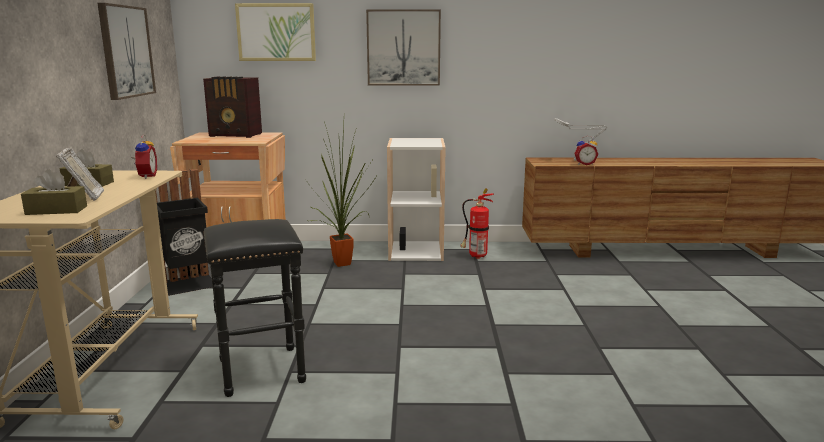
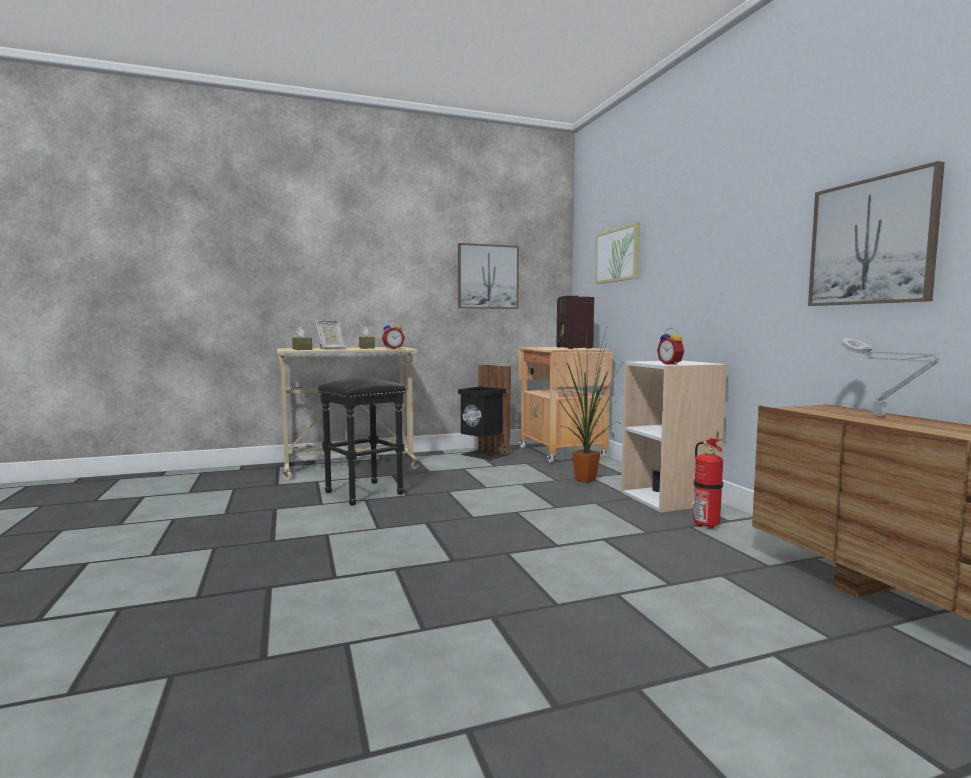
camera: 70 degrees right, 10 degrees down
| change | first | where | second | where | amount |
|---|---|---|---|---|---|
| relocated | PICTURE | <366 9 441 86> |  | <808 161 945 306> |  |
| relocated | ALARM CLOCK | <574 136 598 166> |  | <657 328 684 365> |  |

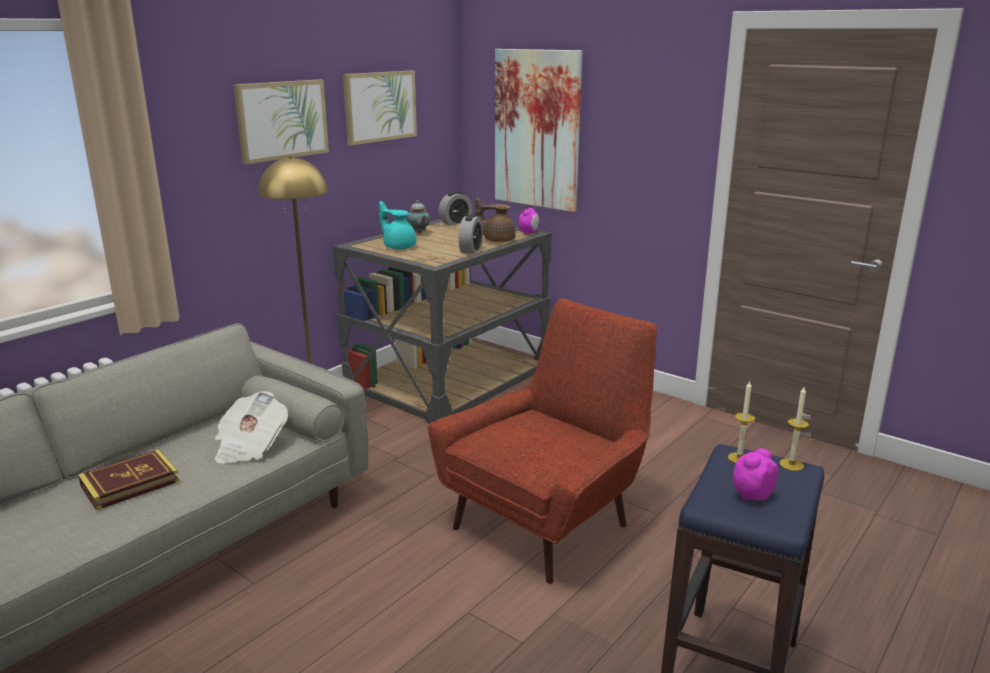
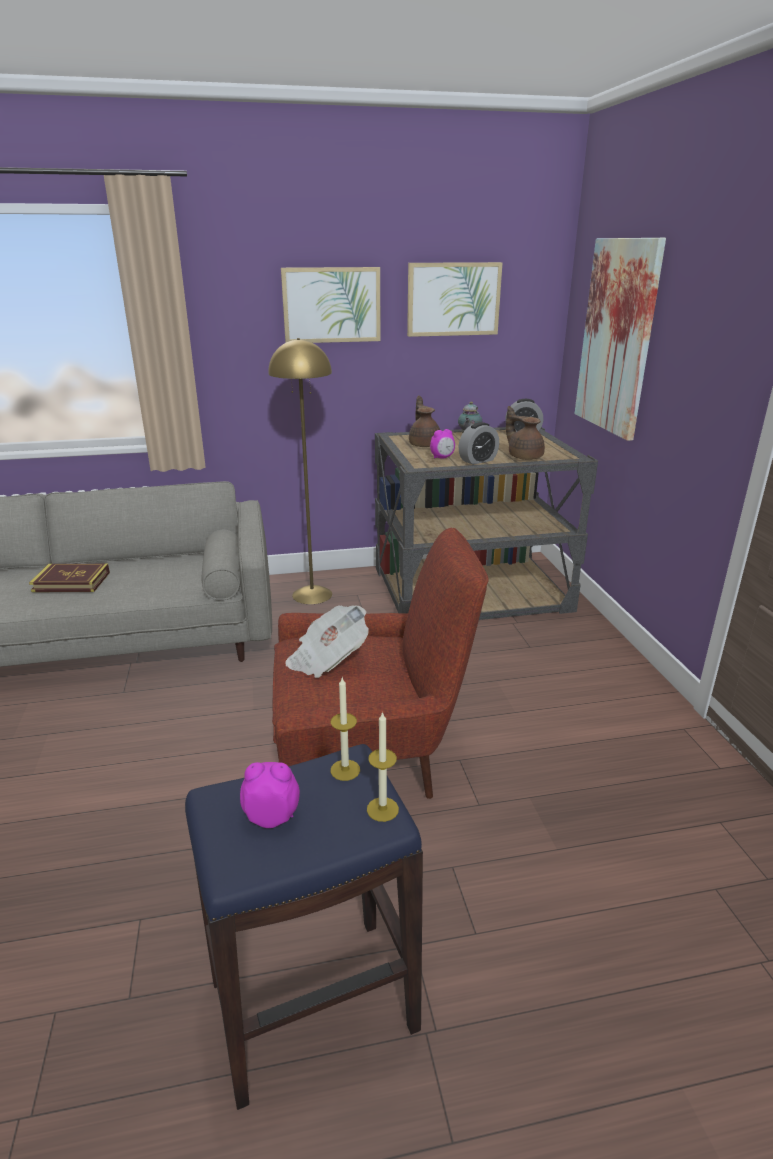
camera: 40 degrees right, 5 degrees up
| change | first | where | second | where | amount |
|---|---|---|---|---|---|
| relocated | NEWSPAPER | <215 391 288 464> |  | <285 605 369 678> |  |
| colour | TURQUOISE TEAPOT | <379 201 417 249> | BROWN TEAPOT | <409 396 440 447> |  |
| relocated | ALARM CLOCK | <519 208 539 235> |  | <430 429 455 459> |  |

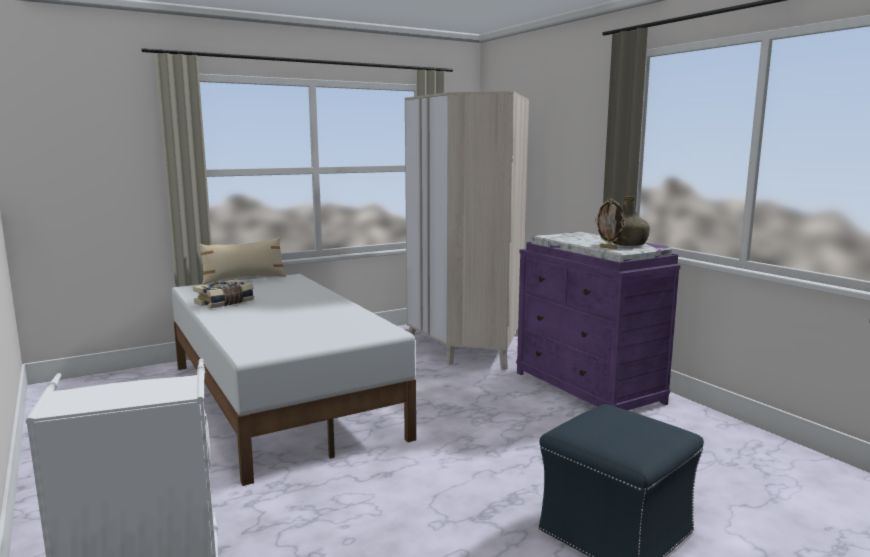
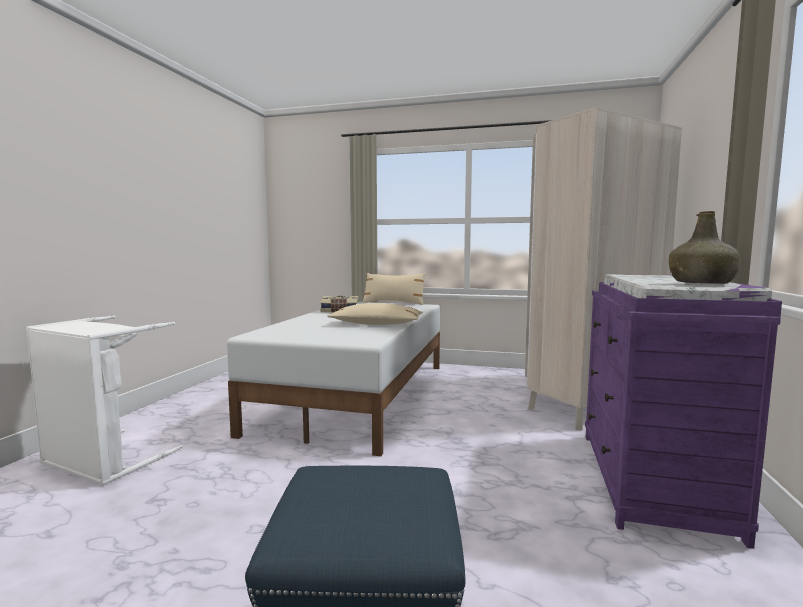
camera: 45 degrees right, 5 degrees down
| change | first | where | second | where | amount |
|---|---|---|---|---|---|
| missing | PICTURE FRAME | <595 198 626 249> |  |  |  |
| appeared |  |  | BEIGE PILLOW | <327 303 423 325> |  |

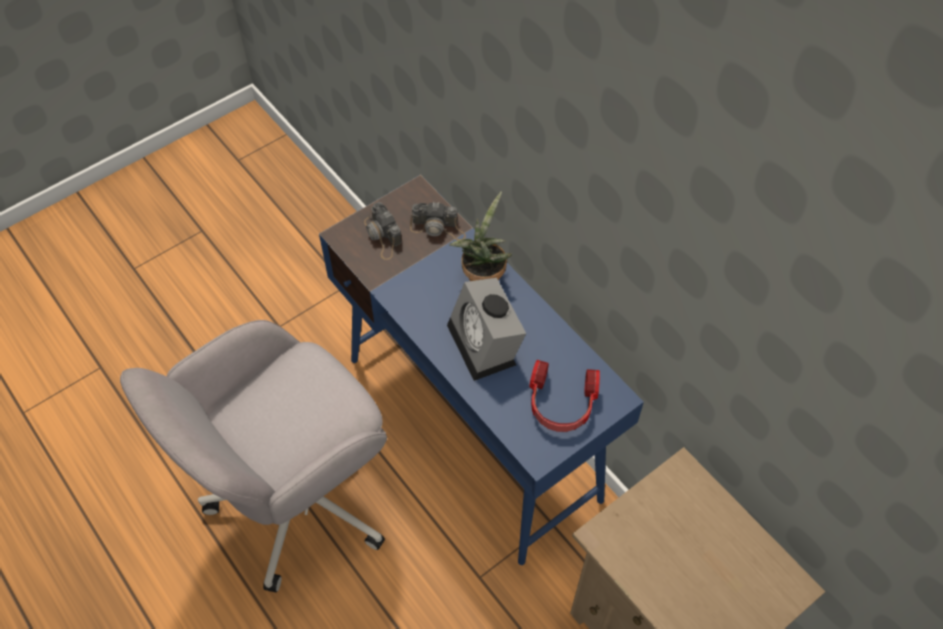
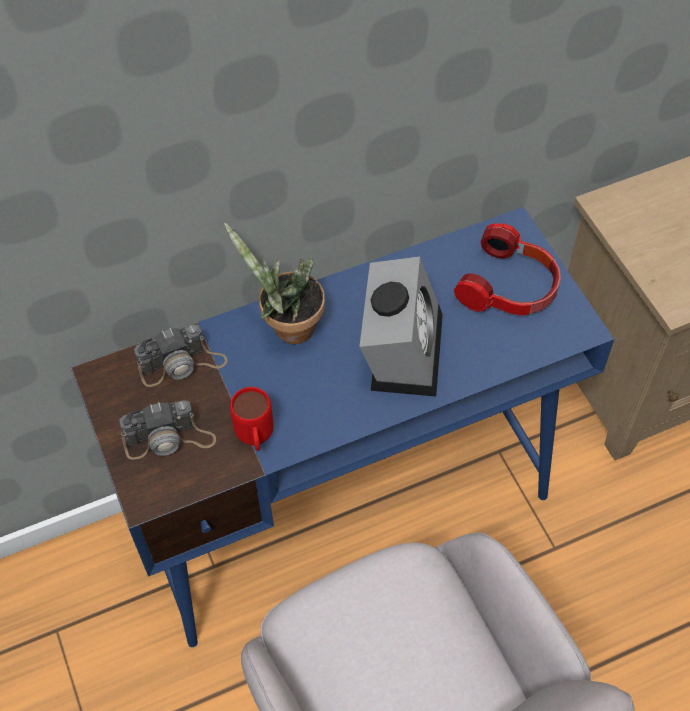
camera: 75 degrees left, 0 degrees up
| change | first | where | second | where | amount |
|---|---|---|---|---|---|
| spun | PHOTO CAMERA | <410 202 466 241> |  | <134 325 228 387> | 45 degrees clockwise |
| spun | ALARM CLOCK | <447 278 526 381> |  | <359 257 443 397> | 75 degrees counterclockwise |
| appeared |  |  | RED MUG | <230 387 274 451> |  |

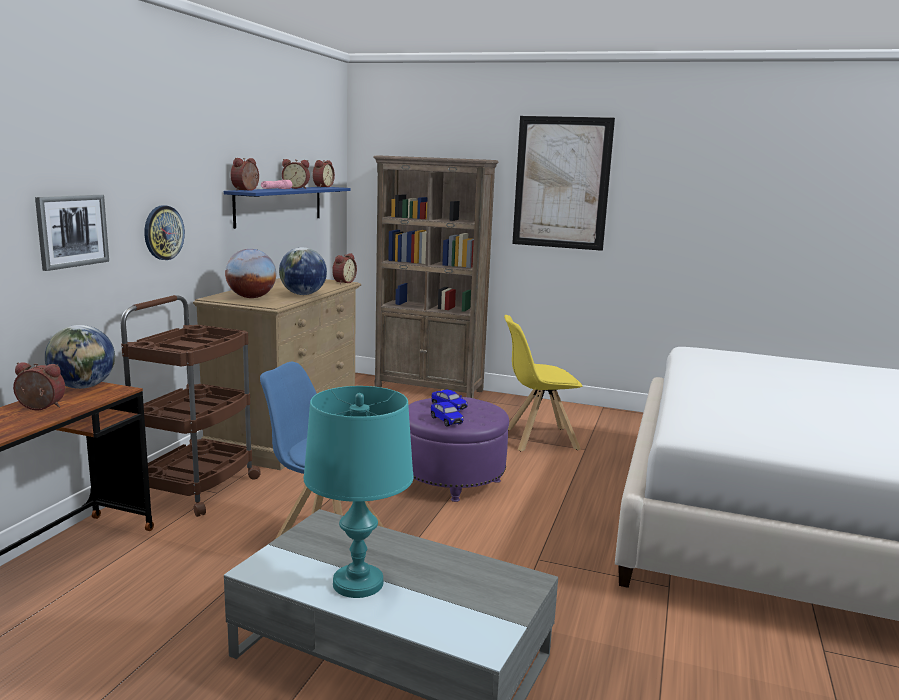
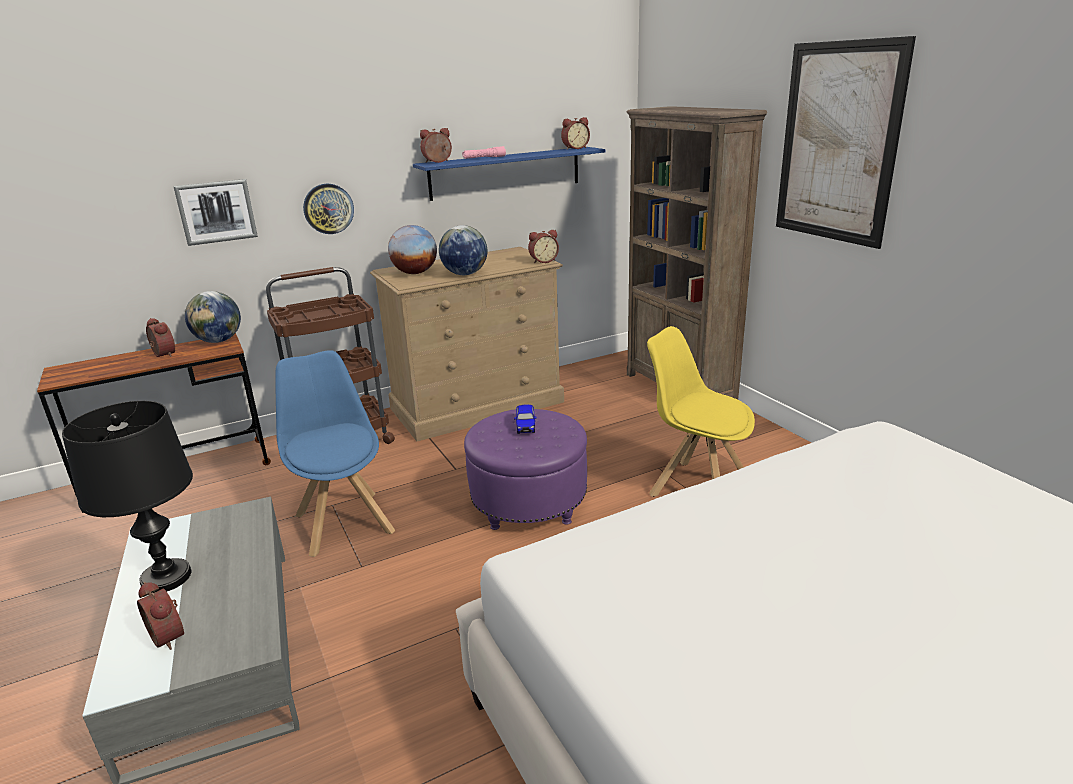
camera: 45 degrees right, 10 degrees up
| change | first | where | second | where | amount |
|---|---|---|---|---|---|
| relocated | ALARM CLOCK | <282 159 310 189> |  | <137 582 184 650> |  |
| colour | TURQUOISE TABLE LAMP | <304 386 414 598> | BLACK TABLE LAMP | <62 401 193 593> |  |
| missing | TOY CAR | <431 402 463 427> |  |  |  |

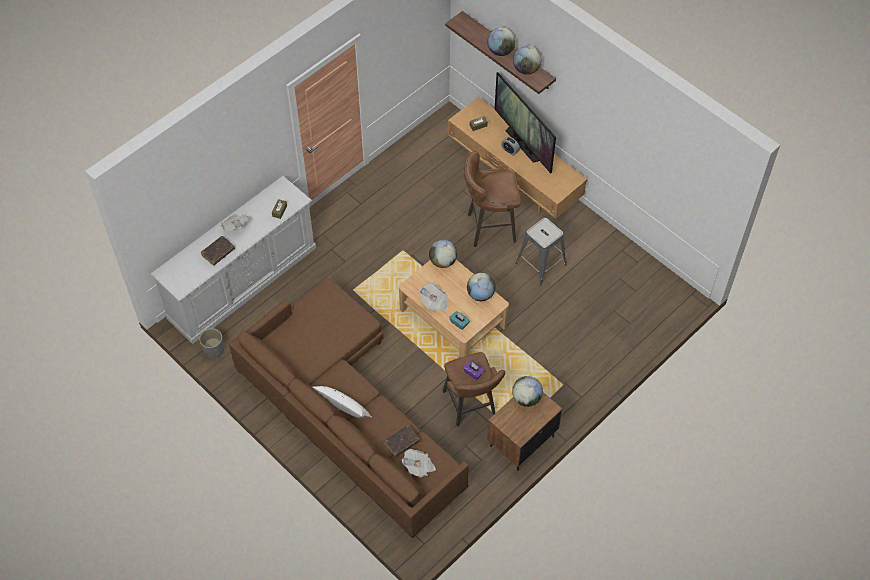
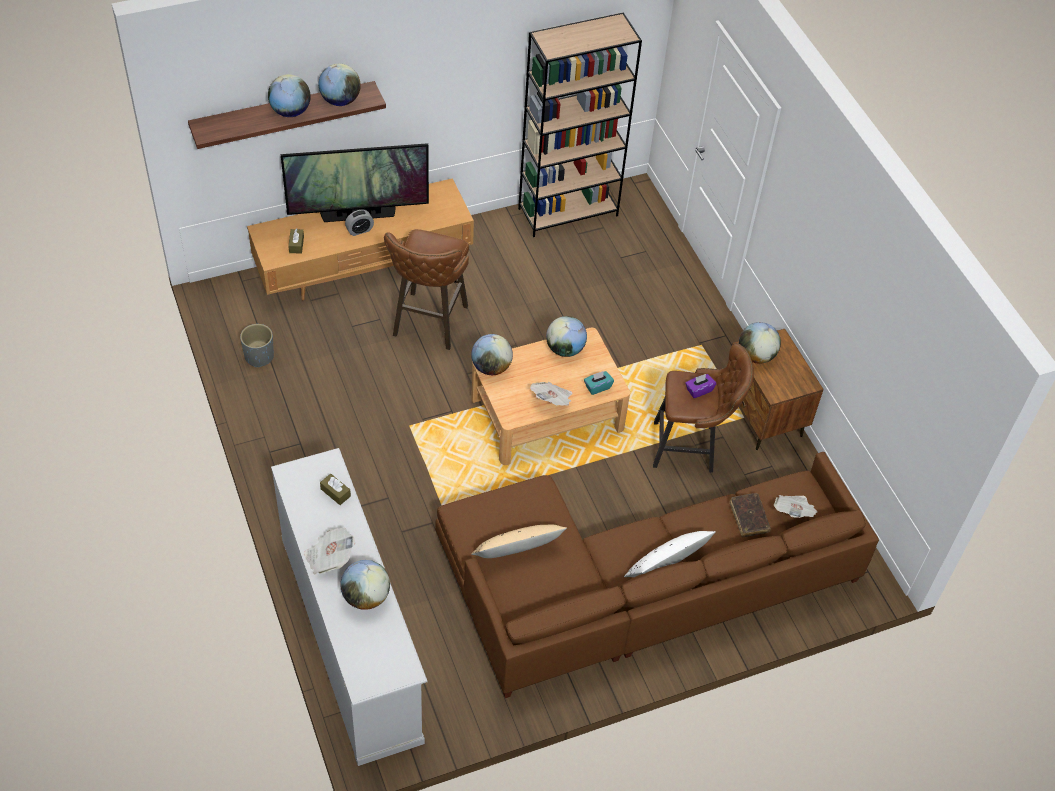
camera: 70 degrees left, 5 degrees down
| change | first | where | second | where | amount |
|---|---|---|---|---|---|
| relocated | GREY PLANTER | <199 328 224 358> |  | <240 324 274 368> |  |
| exchanged | BROWN BOOK | <201 236 235 266> | GLOBE | <340 560 390 610> |  |
| missing | GREY STOOL | <515 218 567 285> |  |  |  |
| appeared |  |  | BEIGE PILLOW | <471 525 567 558> |  |
| appeared |  |  | BEIGE BOOKCASE | <518 13 642 237> |  |

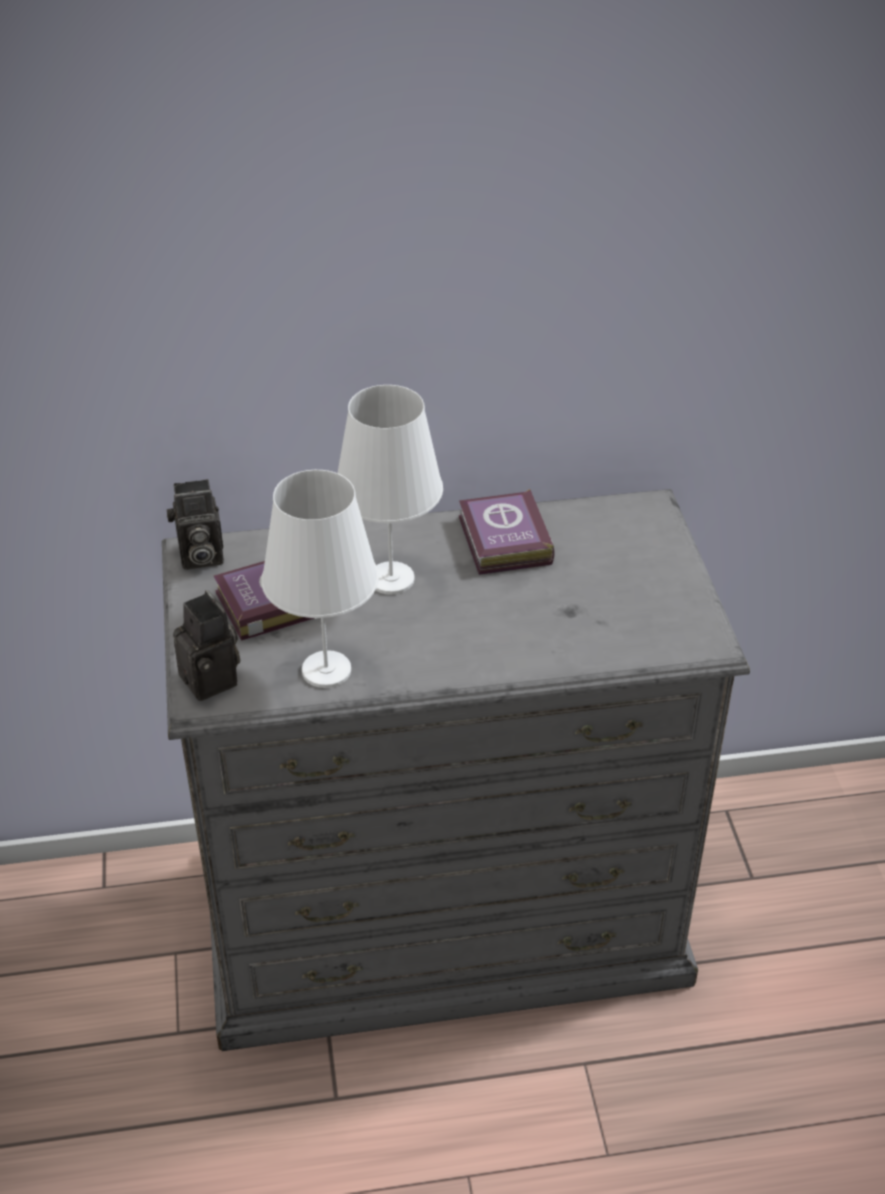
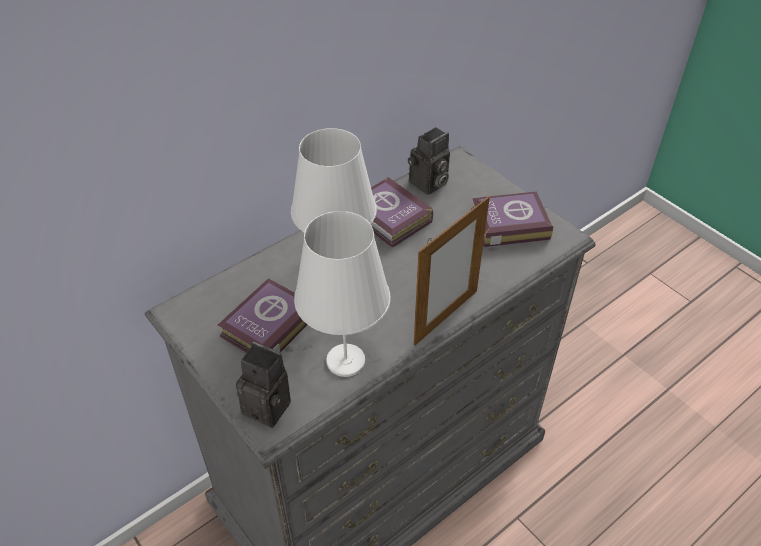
camera: 30 degrees left, 5 degrees up
| change | first | where | second | where | amount |
|---|---|---|---|---|---|
| relocated | PHOTO CAMERA | <167 479 224 569> |  | <408 127 450 195> |  |
| appeared |  |  | PICTURE FRAME | <414 196 490 346> |  |
| appeared |  |  | BOOK | <471 191 553 247> |  |

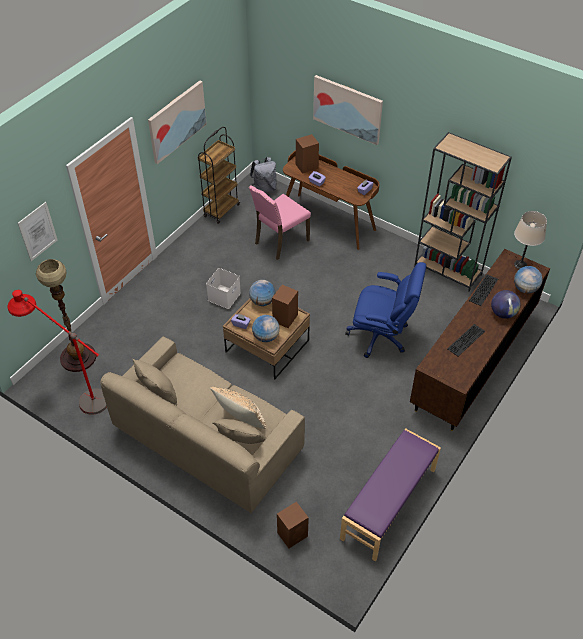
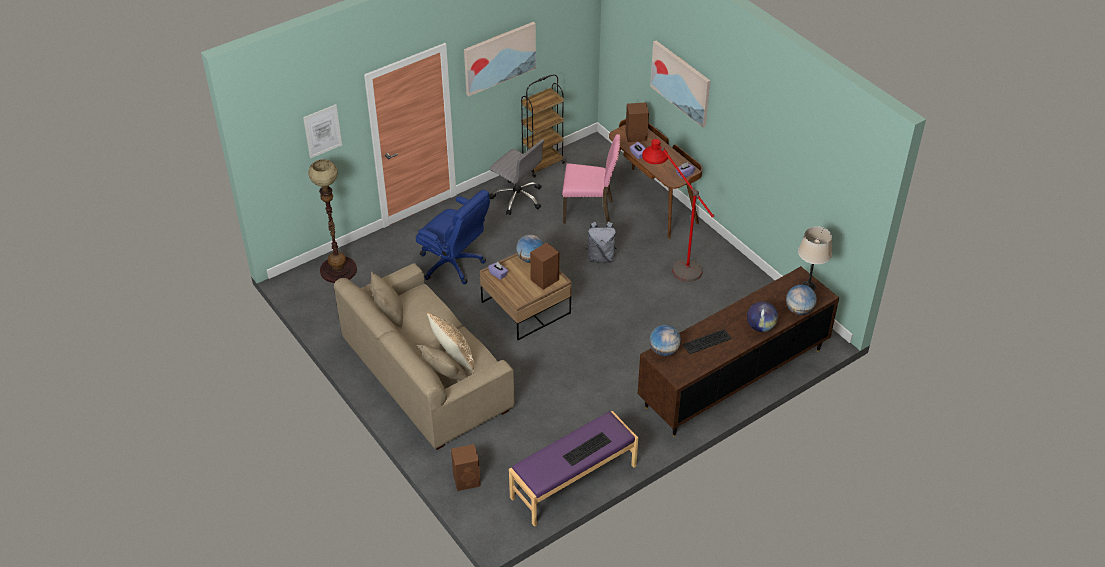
camera: 20 degrees right, 5 degrees down
| change | first | where | second | where | amount |
|---|---|---|---|---|---|
| relocated | RED FLOOR LAMP | <7 290 107 415> |  | <642 139 714 282> |  |
| missing | WHITE STORAGE BOX | <206 268 241 309> |  |  |  |
| spun | PINK CHAIR | <249 185 311 260> |  | <562 134 620 224> | 150 degrees counterclockwise |
| relocated | GREY BACKPACK | <250 157 276 193> |  | <585 221 617 262> |  |
| relocated | GLOBE | <252 315 280 342> |  | <650 325 681 356> |  |
| relocated | BLUE OFFICE CHAIR | <345 262 426 358> |  | <416 190 490 284> |  |
| missing | BOOKCASE | <414 132 512 292> |  |  |  |
| relocated | KEYBOARD | <469 274 498 306> |  | <563 432 612 466> |  |
| appeared |  |  | GREY OFFICE CHAIR | <489 139 544 215> |  |

